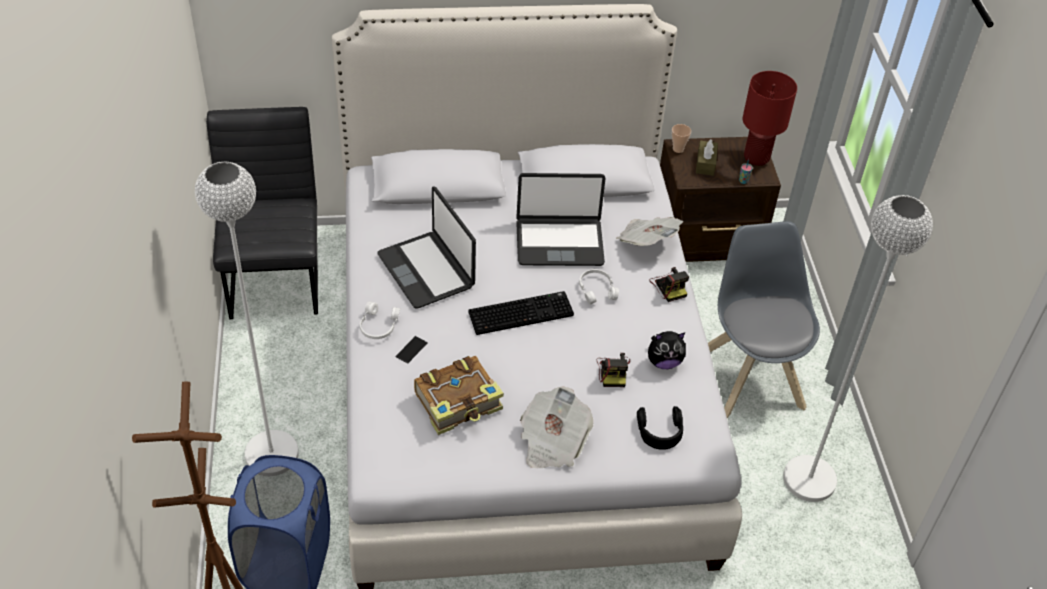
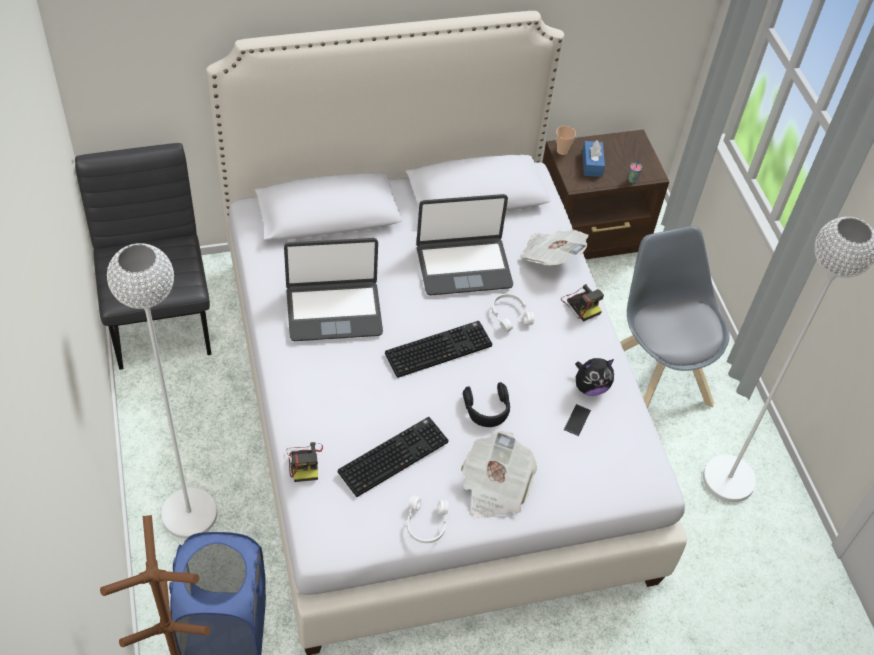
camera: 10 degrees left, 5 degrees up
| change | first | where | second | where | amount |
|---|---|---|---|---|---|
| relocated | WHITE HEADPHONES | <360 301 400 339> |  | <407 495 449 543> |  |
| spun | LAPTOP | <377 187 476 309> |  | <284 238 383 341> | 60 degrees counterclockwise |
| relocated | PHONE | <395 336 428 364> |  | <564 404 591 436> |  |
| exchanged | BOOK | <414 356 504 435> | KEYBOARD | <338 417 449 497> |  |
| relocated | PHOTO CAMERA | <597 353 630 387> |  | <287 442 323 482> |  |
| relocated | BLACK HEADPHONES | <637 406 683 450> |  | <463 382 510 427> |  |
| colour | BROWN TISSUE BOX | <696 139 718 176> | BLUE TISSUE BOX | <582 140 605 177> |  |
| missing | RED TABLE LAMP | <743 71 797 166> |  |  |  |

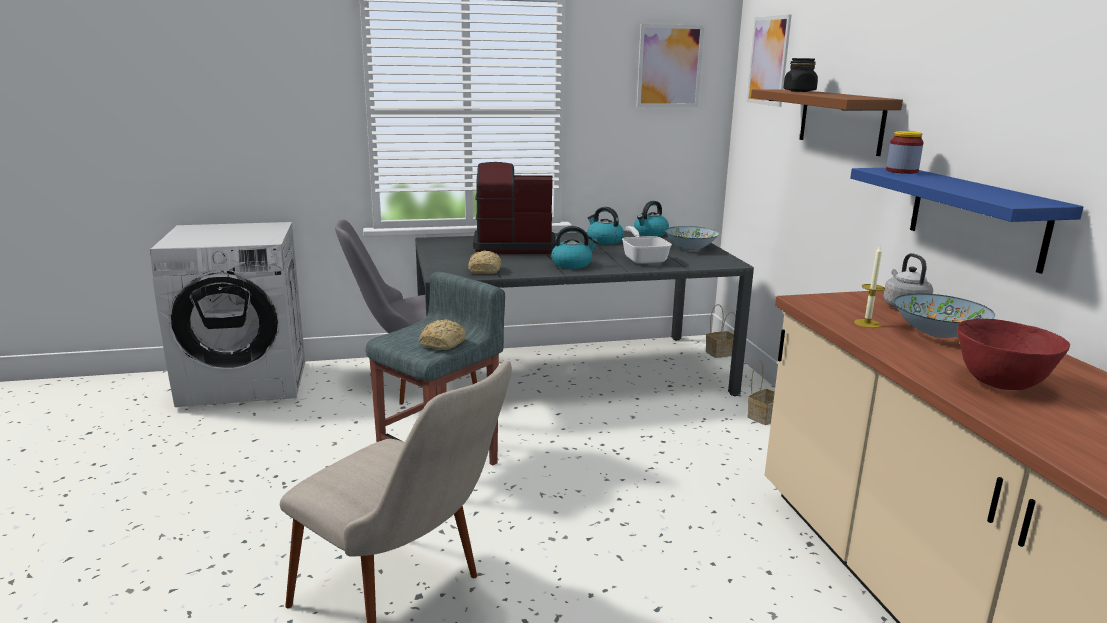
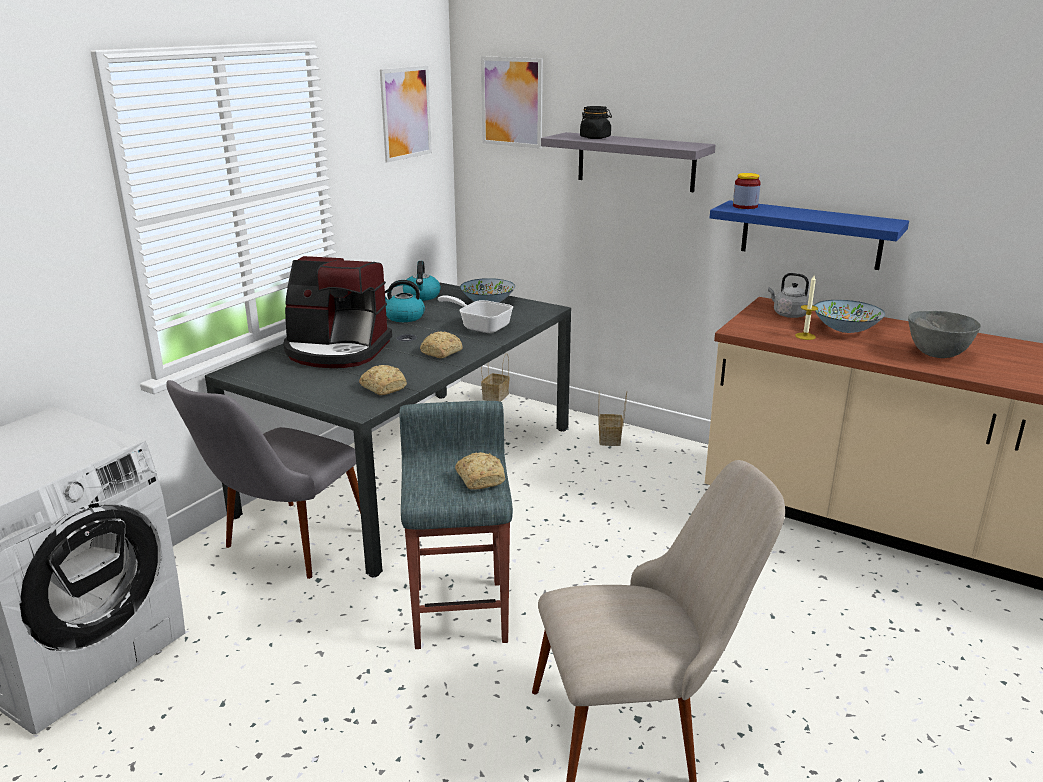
camera: 45 degrees left, 5 degrees up
| change | first | where | second | where | amount |
|---|---|---|---|---|---|
| spun | COFFEE MACHINE | <473 162 556 254> |  | <283 256 392 368> | 120 degrees counterclockwise |
| exchanged | KETTLE | <551 226 599 269> | BREAD | <420 331 463 358> |  |
| colour | BROWN SHELF | <751 89 903 156> | GREY SHELF | <541 132 716 192> |  |
| colour | RED BOWL | <957 319 1070 390> | GREY BOWL | <908 311 981 358> |  |

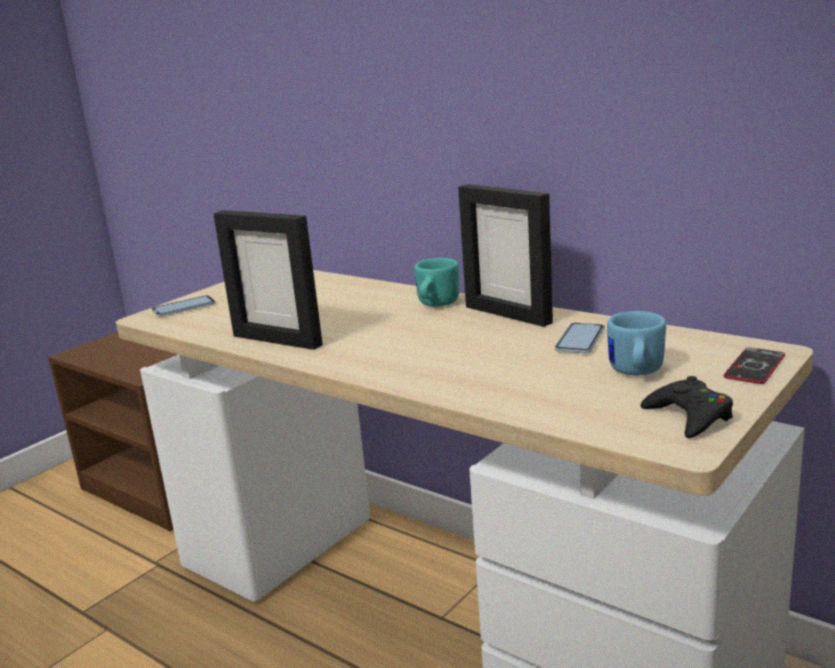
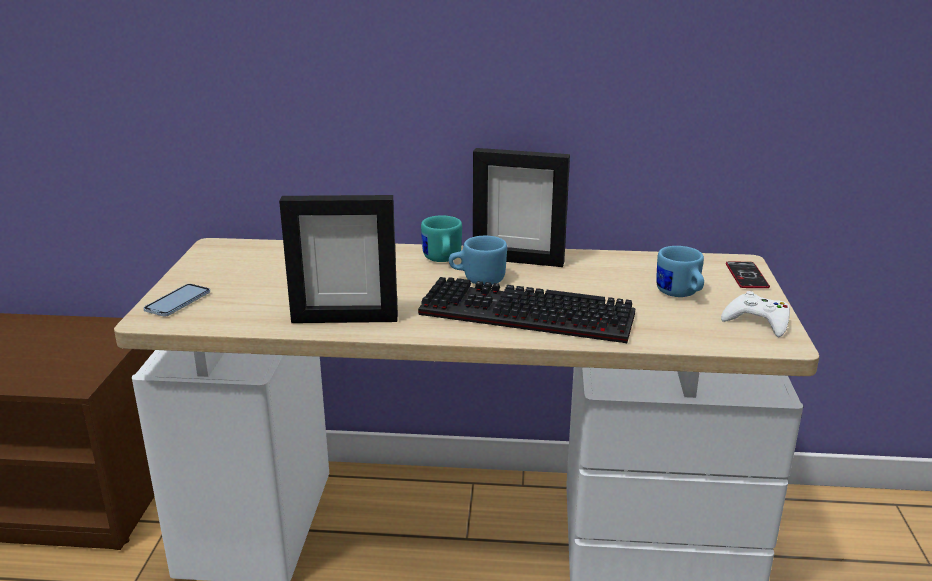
camera: 35 degrees left, 5 degrees up
| change | first | where | second | where | amount |
|---|---|---|---|---|---|
| missing | PHONE | <555 323 605 353> |  |  |  |
| colour | BLACK GAME CONTROLLER | <641 376 733 438> | WHITE GAME CONTROLLER | <721 291 790 337> |  |
| appeared |  |  | KEYBOARD | <418 277 636 343> |  |
| appeared |  |  | BLUE MUG | <449 236 507 285> |  |

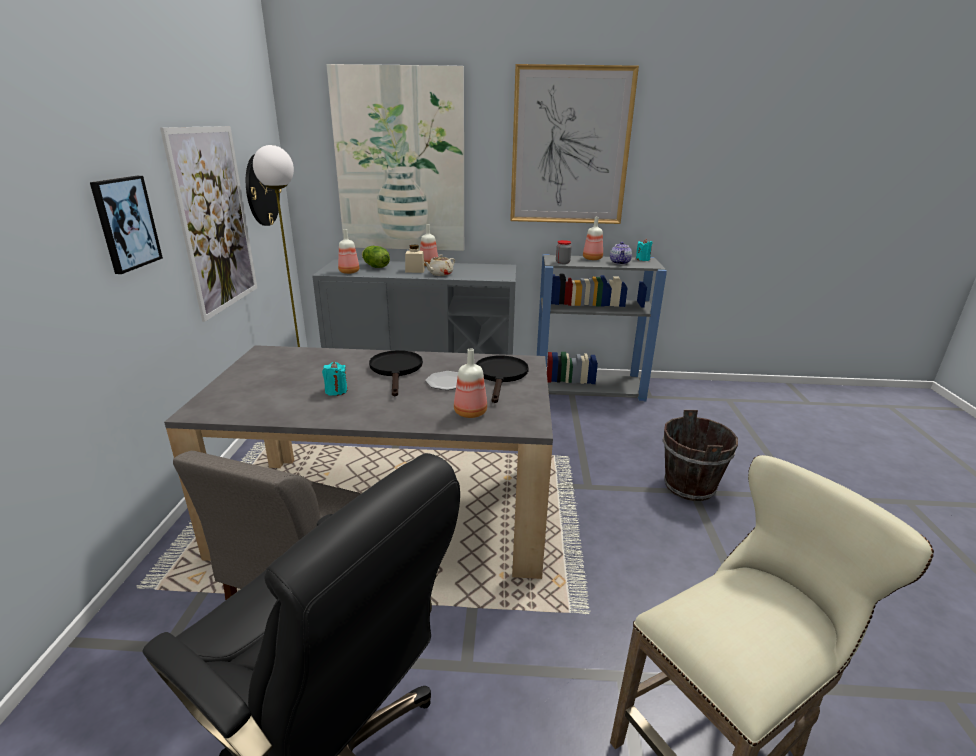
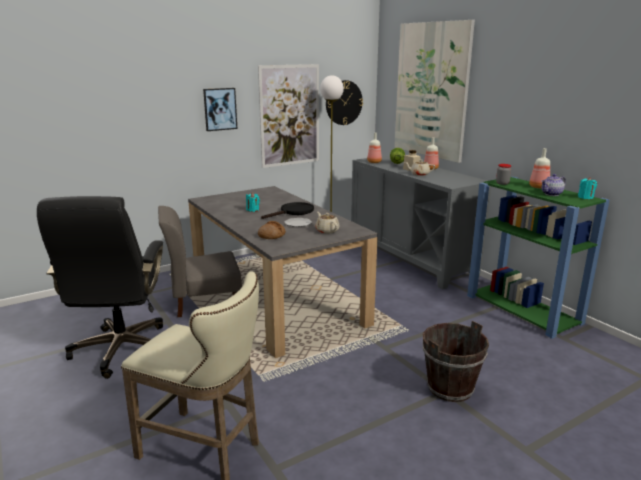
camera: 55 degrees right, 5 degrees down
| change | first | where | second | where | amount |
|---|---|---|---|---|---|
| exchanged | BOTTLE | <454 348 487 418> | BREAD | <258 221 286 239> |  |
| exchanged | BLACK FRYING PAN | <476 356 529 403> | BEIGE TEAPOT | <315 212 339 234> |  |
| missing | PICTURE | <510 64 639 224> |  |  |  |
| colour | GREY BOOKCASE | <537 254 667 401> | GREEN BOOKCASE | <467 177 609 339> |  |

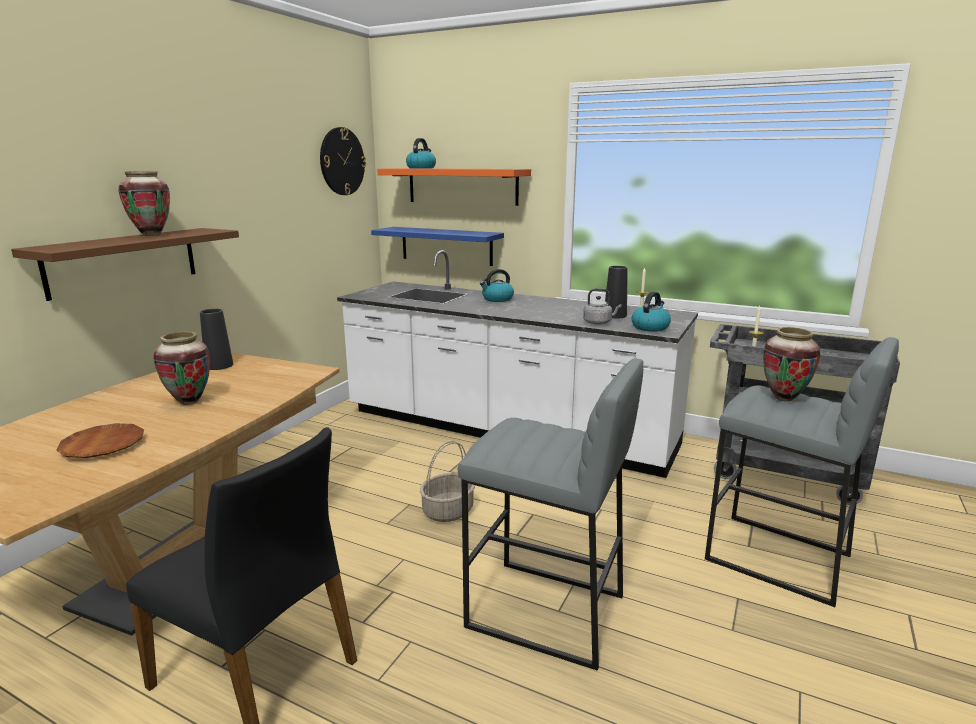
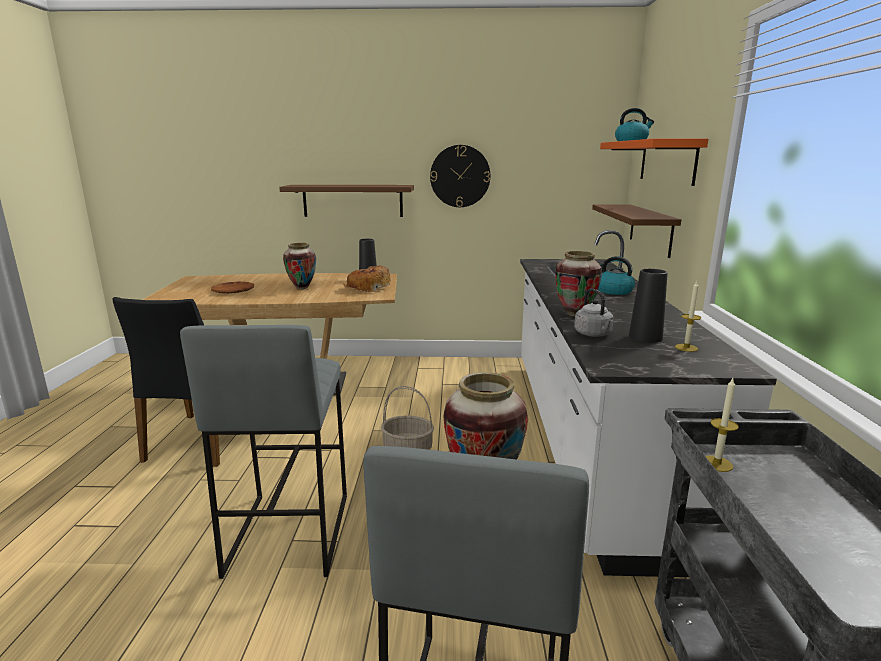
camera: 65 degrees right, 0 degrees up
| change | first | where | second | where | amount |
|---|---|---|---|---|---|
| relocated | VASE | <119 171 170 236> |  | <555 251 602 317> |  |
| relocated | WALL CLOCK | <320 127 366 195> |  | <430 145 490 207> |  |
| colour | BLUE SHELF | <371 227 504 266> | BROWN SHELF | <592 204 681 258> |  |
| missing | KETTLE | <631 292 671 332> |  |  |  |
| appeared |  |  | BREAD | <342 266 390 292> |  |

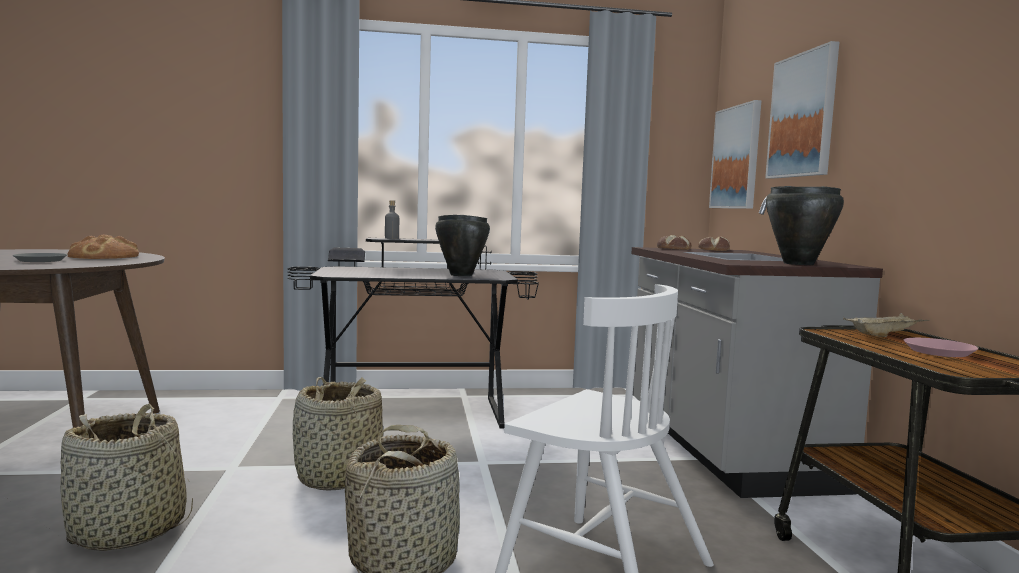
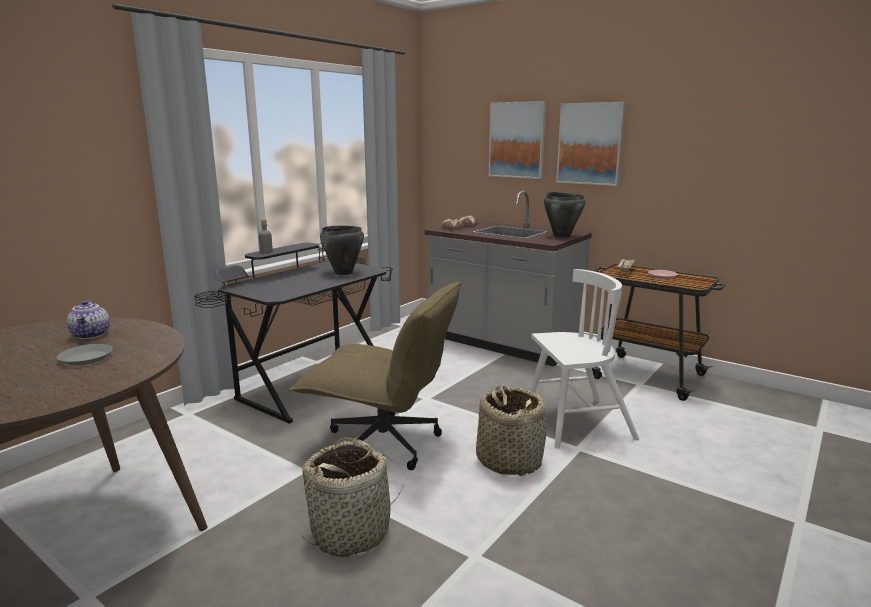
camera: 45 degrees left, 10 degrees up
| change | first | where | second | where | amount |
|---|---|---|---|---|---|
| exchanged | BREAD | <68 234 139 259> | TEAPOT | <67 300 110 339> |  |
| exchanged | BASKET | <293 377 383 491> | BEIGE OFFICE CHAIR | <289 282 461 470> |  |
| relocated | PICTURE | <709 100 762 209> |  | <556 102 626 186> |  |

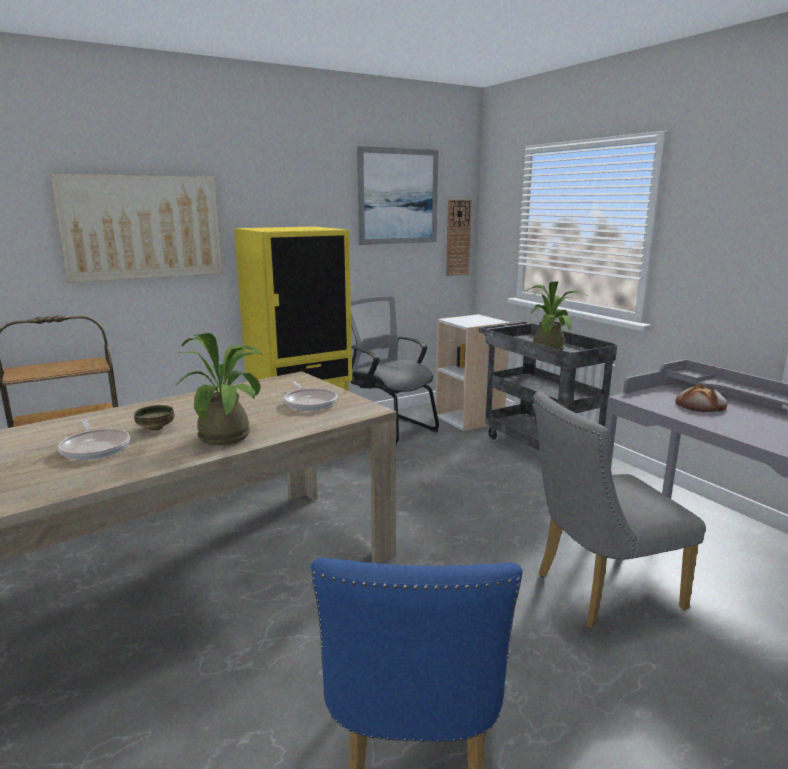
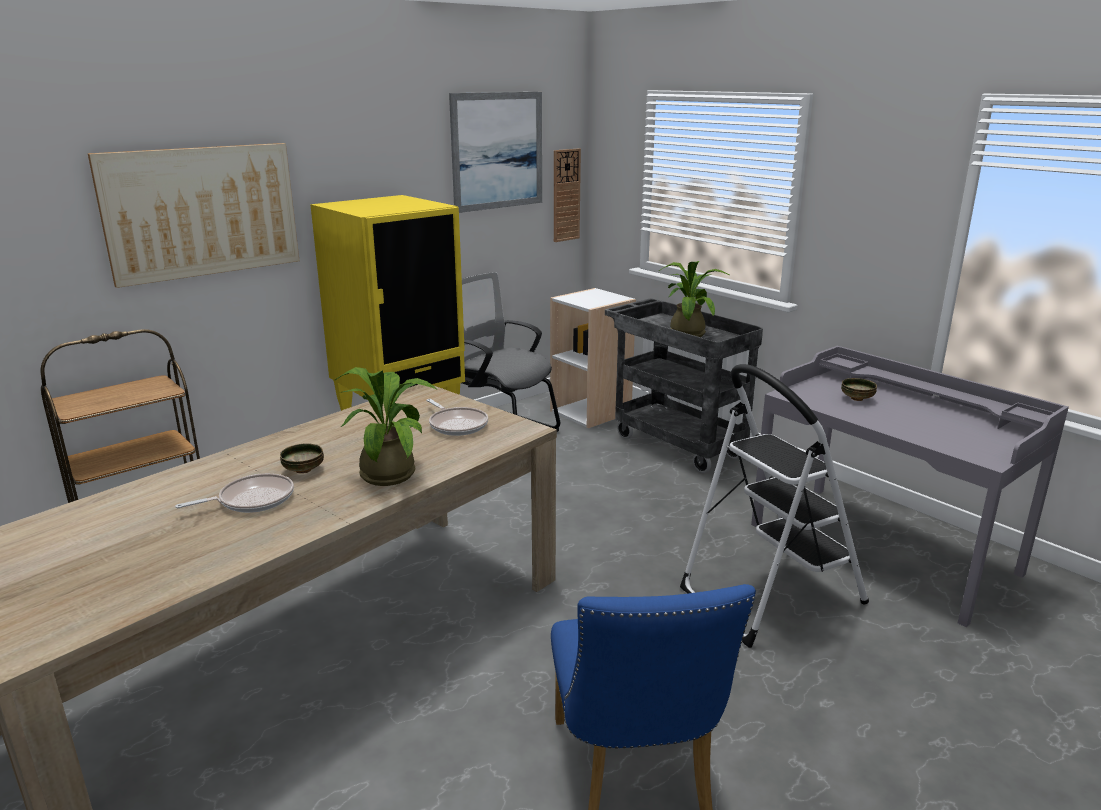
camera: 10 degrees left, 5 degrees up
| change | first | where | second | where | amount |
|---|---|---|---|---|---|
| spun | FRYING PAN | <58 419 130 460> |  | <175 473 294 513> | 75 degrees counterclockwise |
| exchanged | GREY CHAIR | <533 391 706 629> | STEP LADDER | <680 364 869 648> |  |
| exchanged | BREAD | <675 385 728 412> | BOWL | <841 378 877 401> |  |

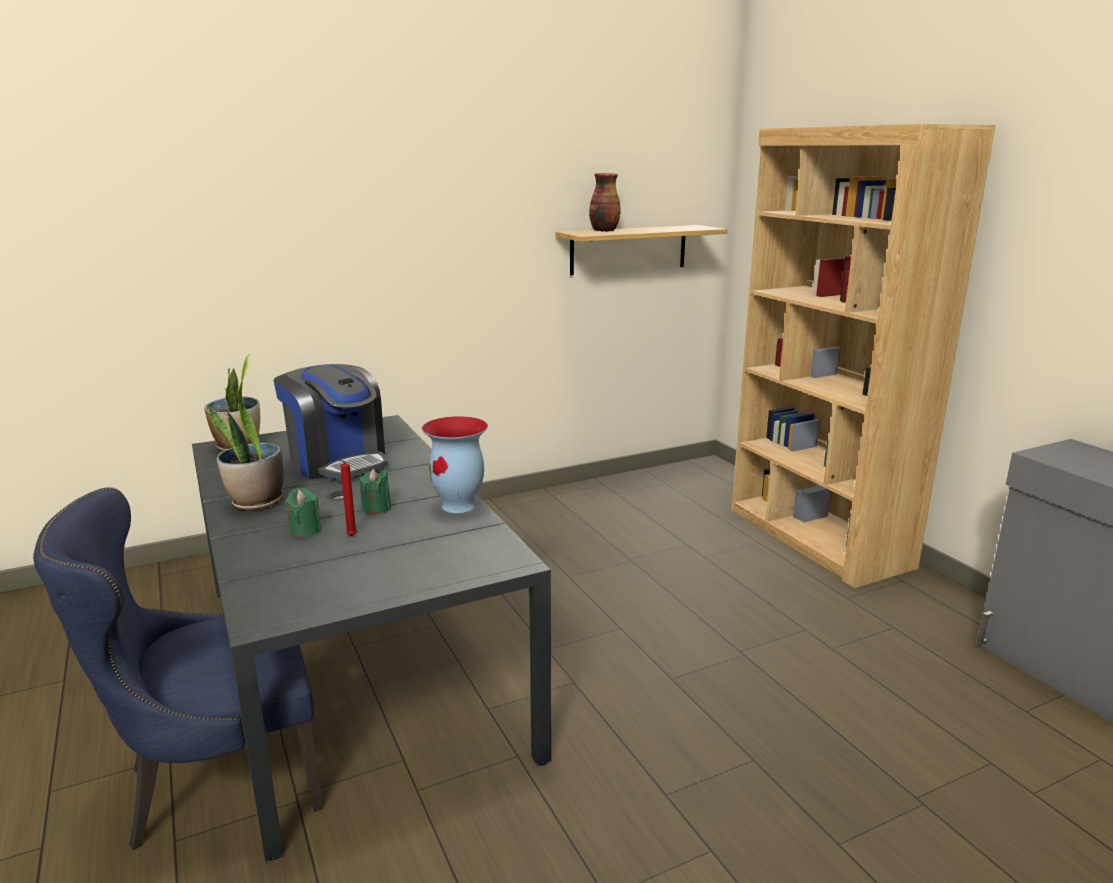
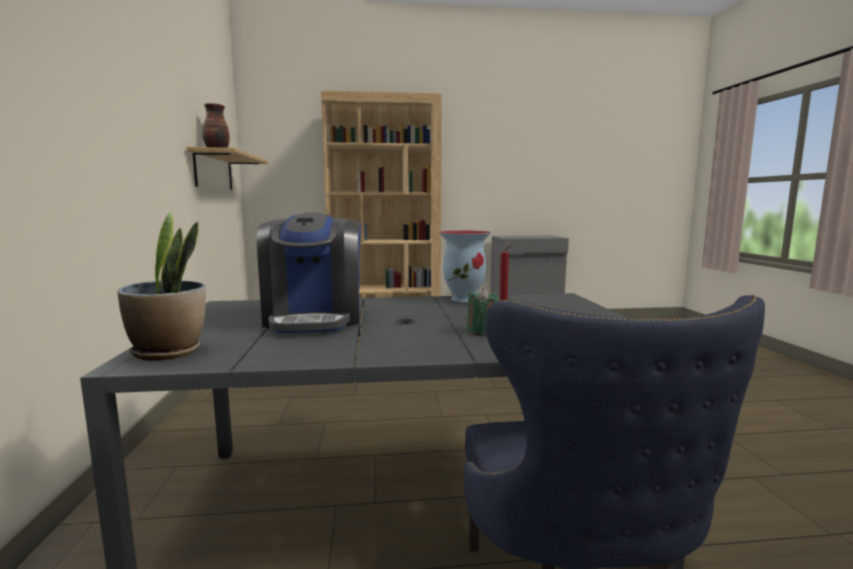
camera: 70 degrees left, 10 degrees down
| change | first | where | second | where | amount |
|---|---|---|---|---|---|
| missing | POTTED PLANT | <208 404 284 511> |  |  |  |
| spun | COFFEE MACHINE | <273 364 388 481> |  | <257 212 361 333> | 105 degrees clockwise |
| missing | GREEN CANDLE | <359 469 391 514> |  |  |  |

